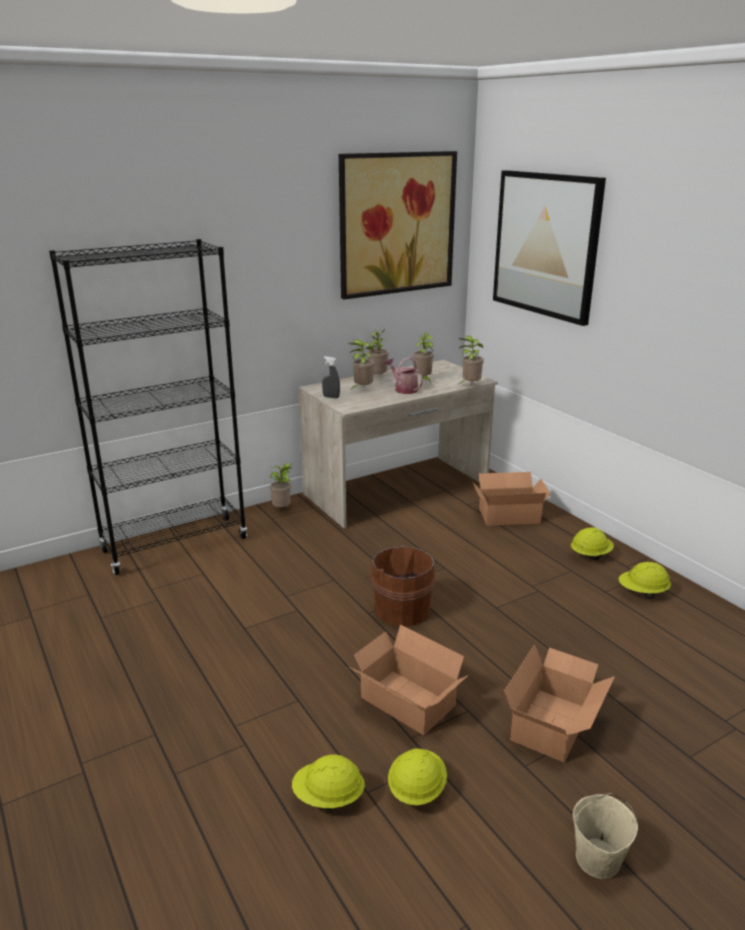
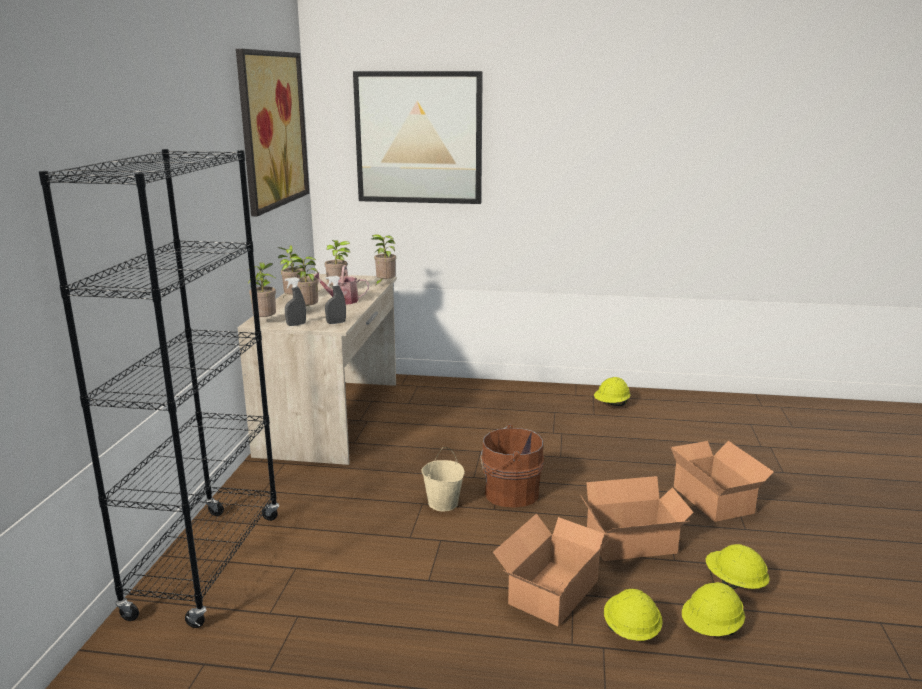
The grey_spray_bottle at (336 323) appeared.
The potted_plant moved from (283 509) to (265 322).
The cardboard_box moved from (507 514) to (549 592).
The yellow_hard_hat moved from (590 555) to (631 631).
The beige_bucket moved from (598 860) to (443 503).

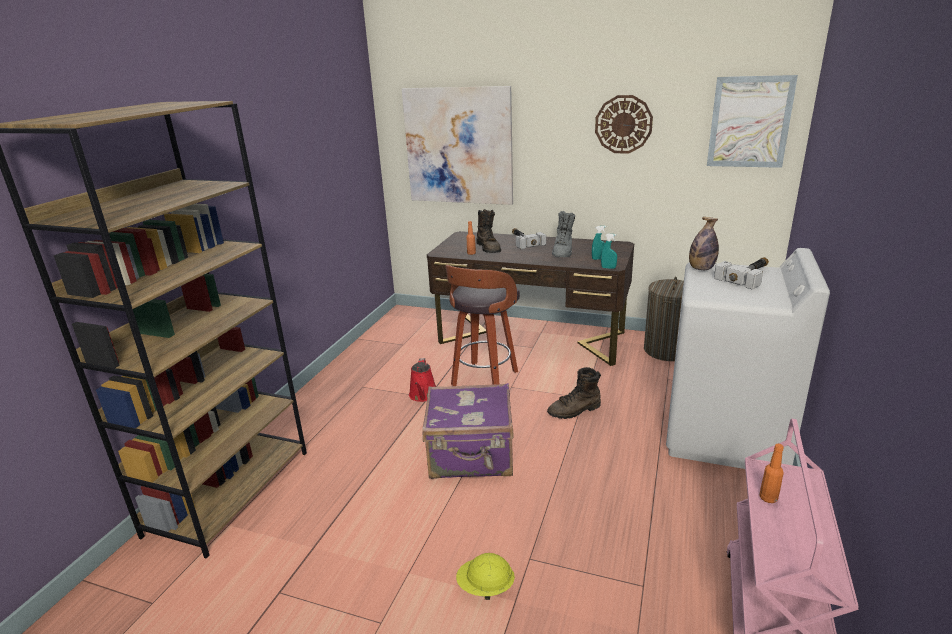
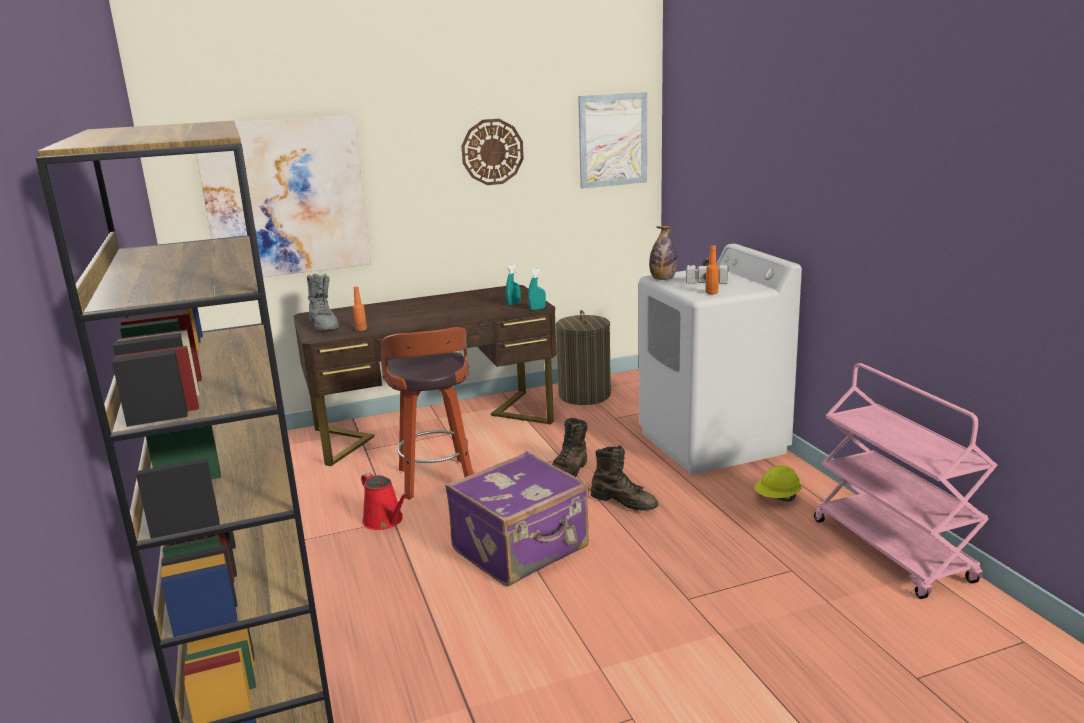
The hammer at (523 241) disappeared.
The yellow_hard_hat moved from (485 587) to (777 499).
The brown_boot moved from (489 248) to (624 502).
The grey_boot moved from (563 252) to (324 325).
The orange_bottle moved from (768 498) to (711 293).

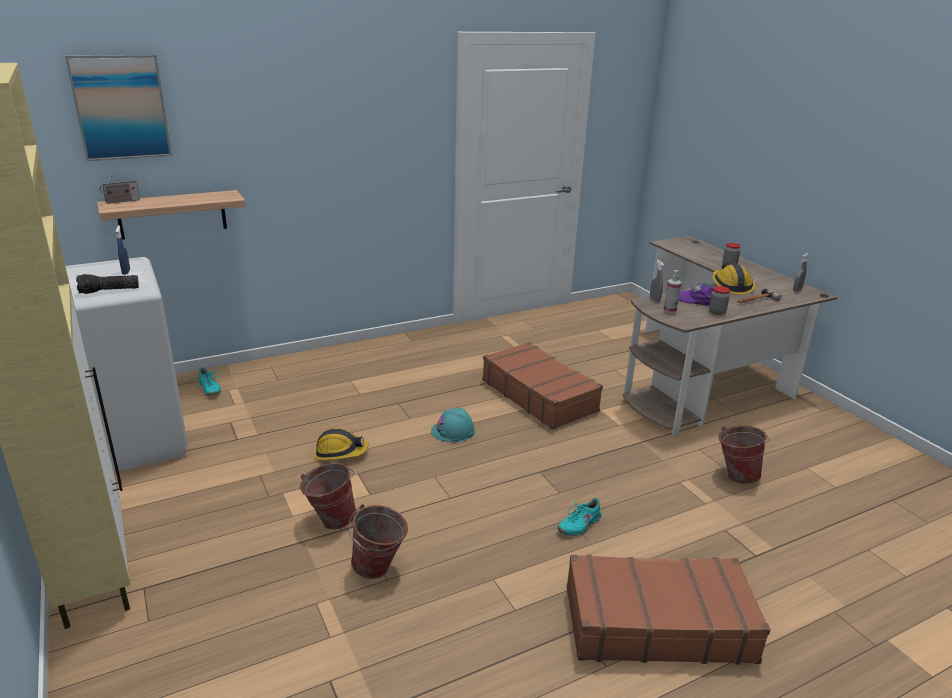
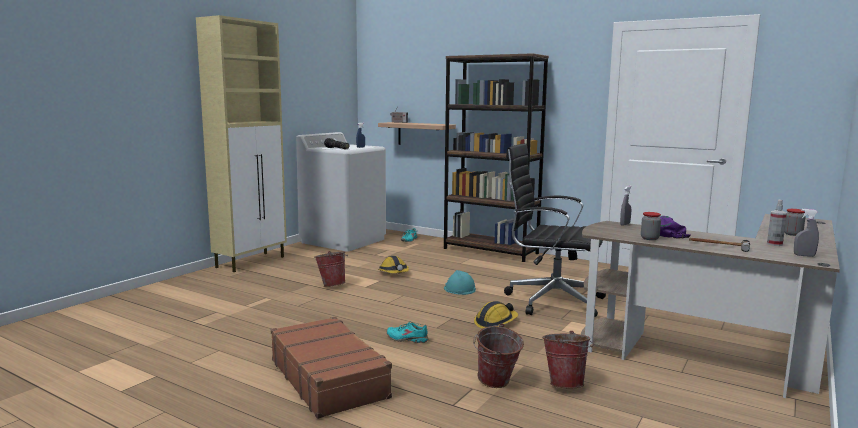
The picture at (120 107) disappeared.
The brown_bookcase at (490 251) appeared.
The bucket moved from (379 570) to (496 384).
The spray_bottle moved from (670 310) to (774 244).
The hard_hat moved from (731 286) to (495 322).
The brown_suitcase at (539 395) was replaced by the black_office_chair at (551 300).

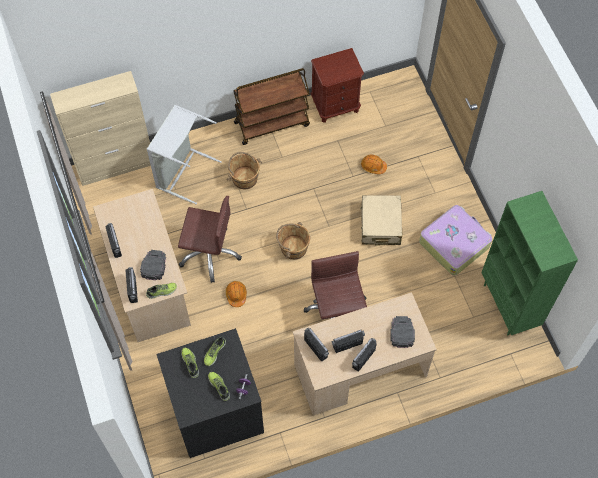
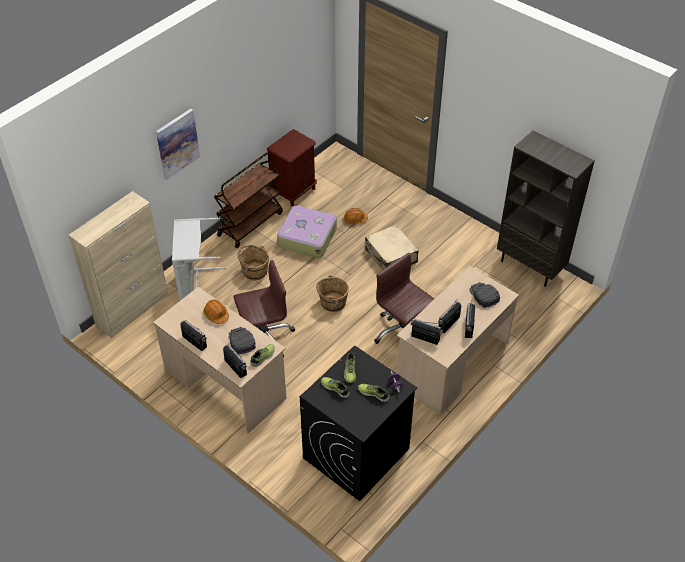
The picture at (177 143) appeared.
The orange_hard_hat moved from (236 295) to (216 314).
The suitcase moved from (454 243) to (307 237).
The green_bookcase at (509 305) became the brown_bookcase at (530 266).

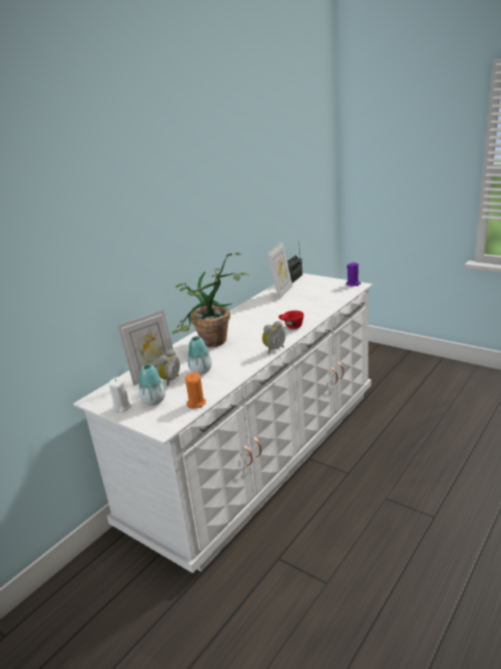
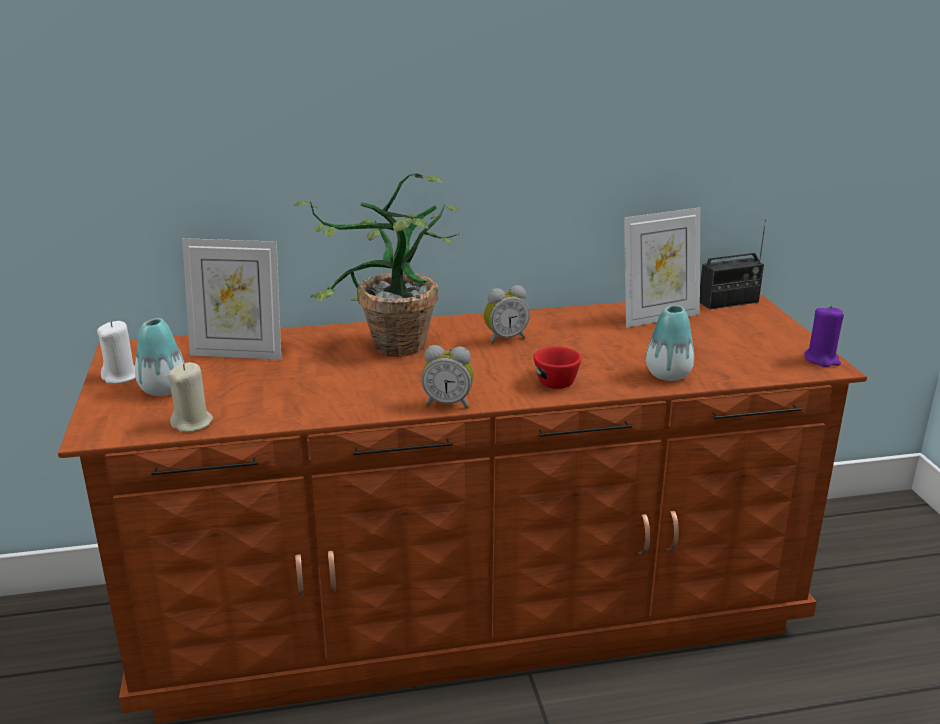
The alarm_clock moved from (169 380) to (505 338).
The vase moved from (201 371) to (668 375).
The white_dresser at (260 454) became the brown_dresser at (469 610).
The orange_candle at (196 403) became the beige_candle at (192 423).

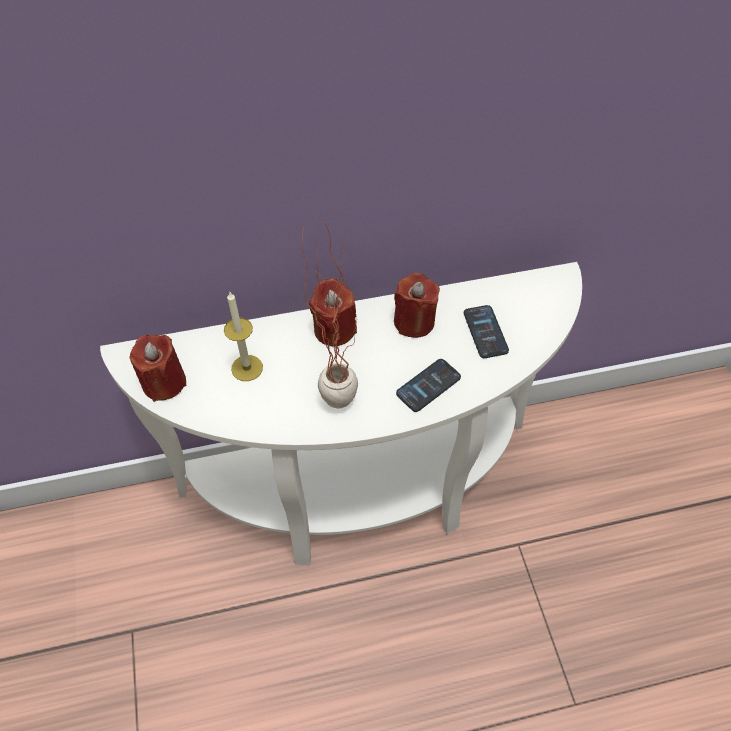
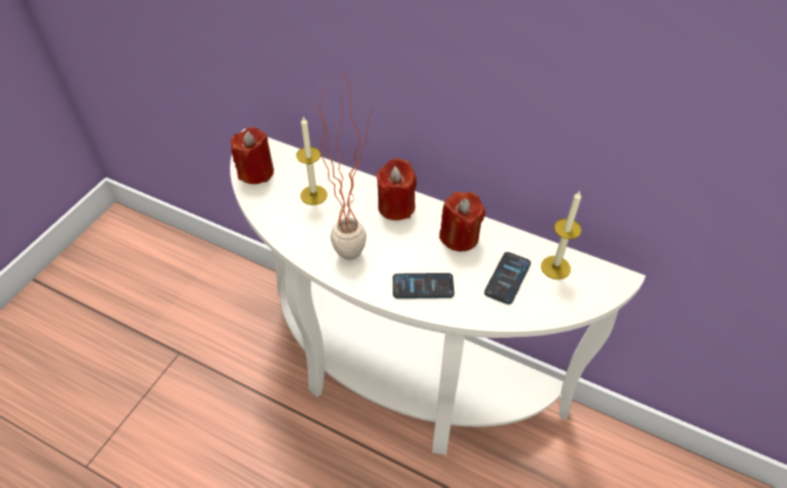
The candle at (555 267) appeared.

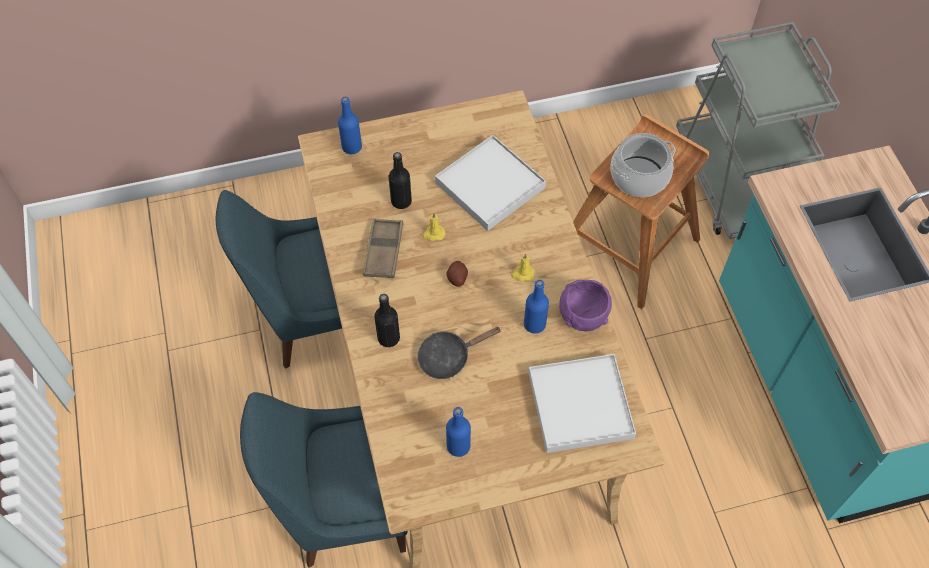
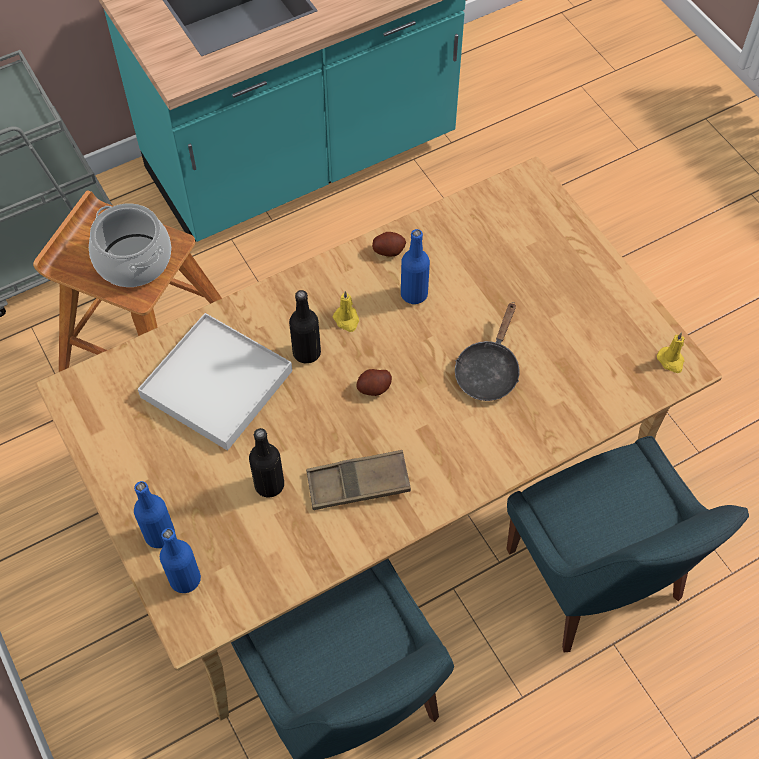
The white_tray at (580 405) disappeared.
The black_bottle moved from (388 338) to (306 353).
The yellow_candle moved from (433 234) to (671 361).
The blue_bottle moved from (458 446) to (160 535).
The purple_bowl at (582 317) was replaced by the potato at (388 250).
The black_frying_pan at (449 357) turned 60 degrees clockwise.

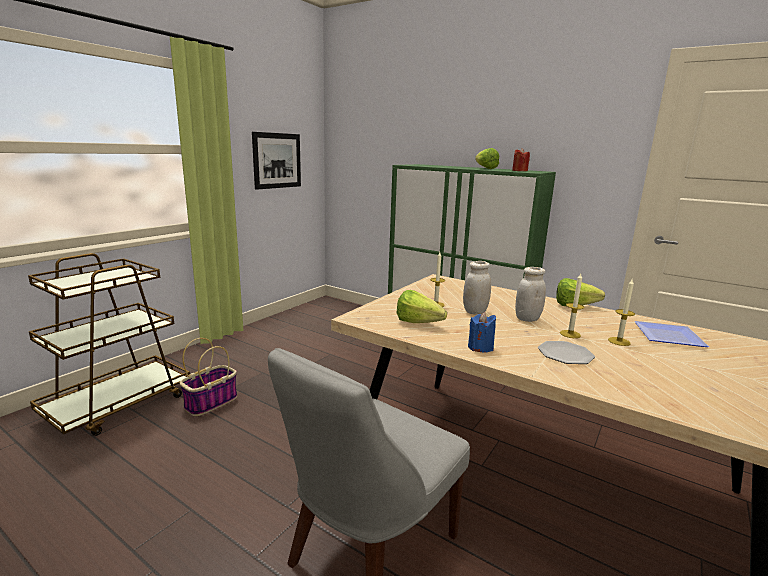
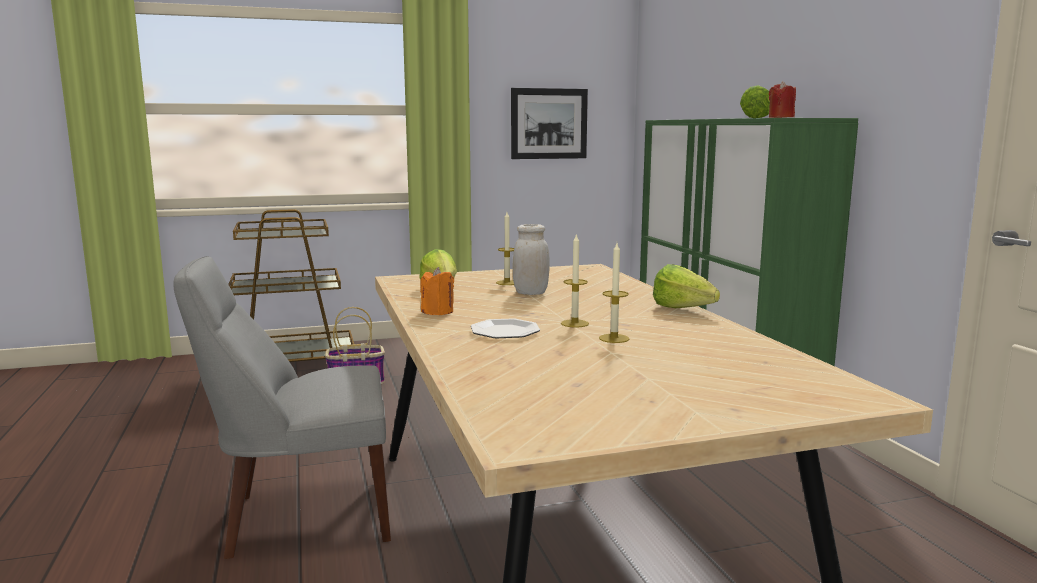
The white_jar at (527 318) disappeared.
The plate at (669 336) disappeared.
The blue_candle at (480 347) became the orange_candle at (438 312).

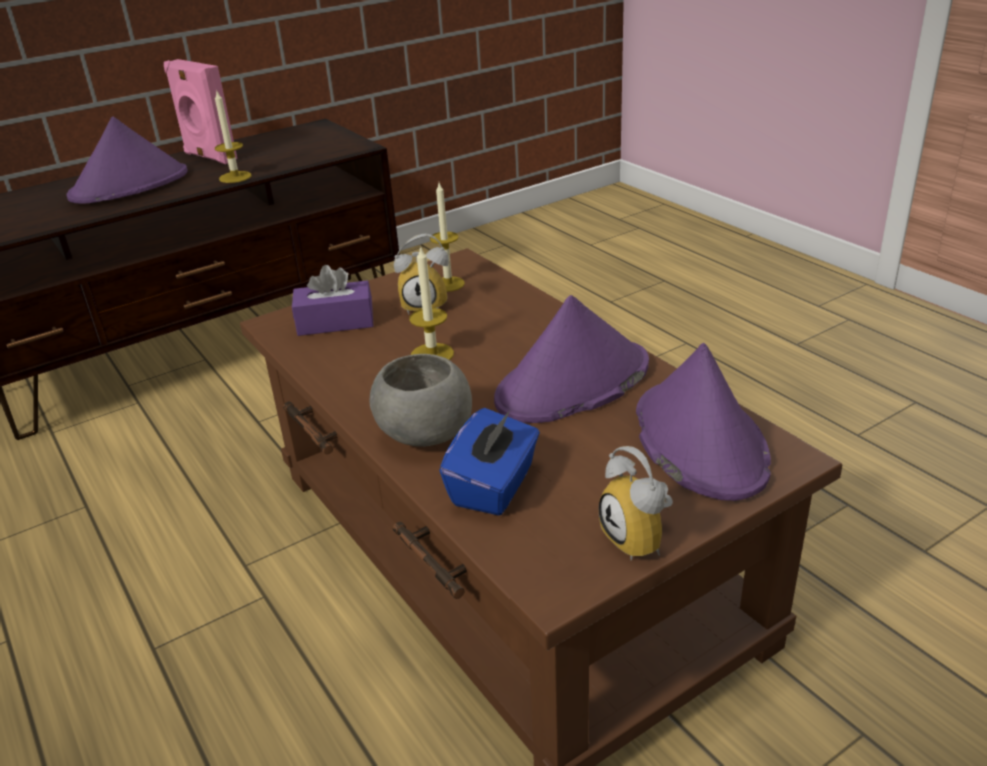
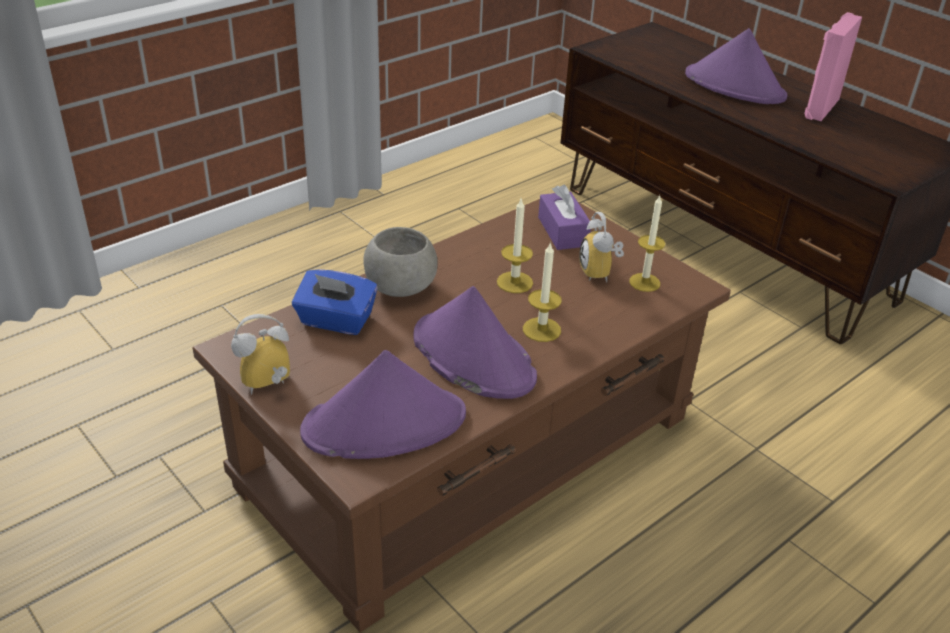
The candle moved from (235 177) to (541 329).

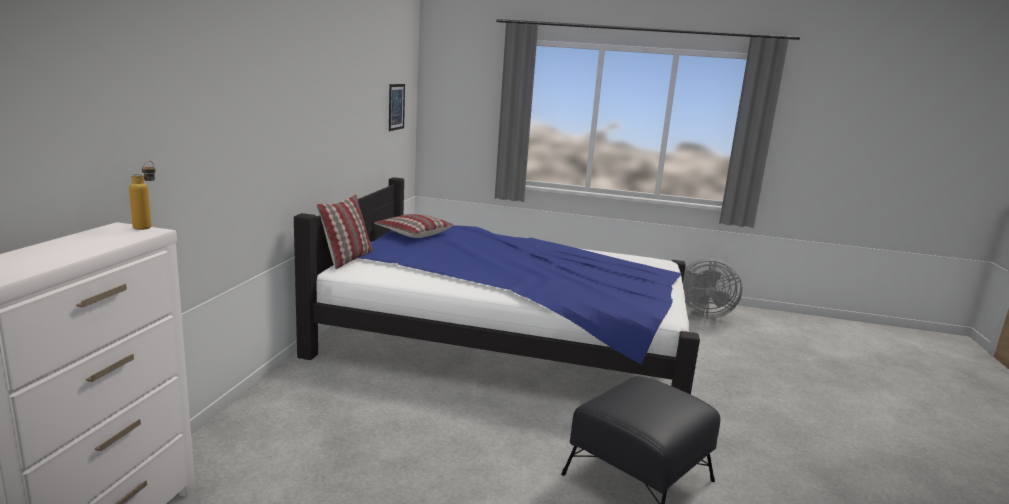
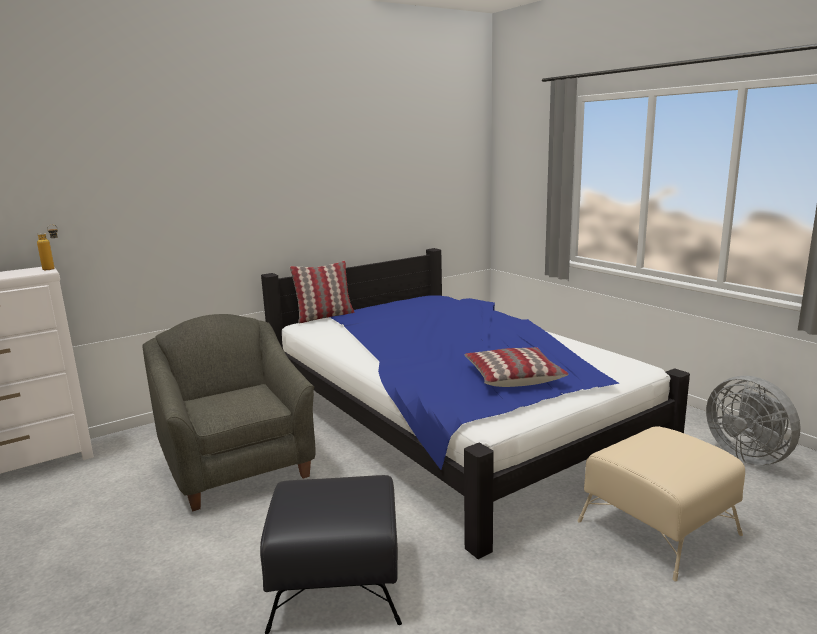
The picture at (396 107) disappeared.
The grey_armchair at (237 465) appeared.
The beige_ottoman at (659 527) appeared.
The pillow moved from (413 233) to (512 377).

